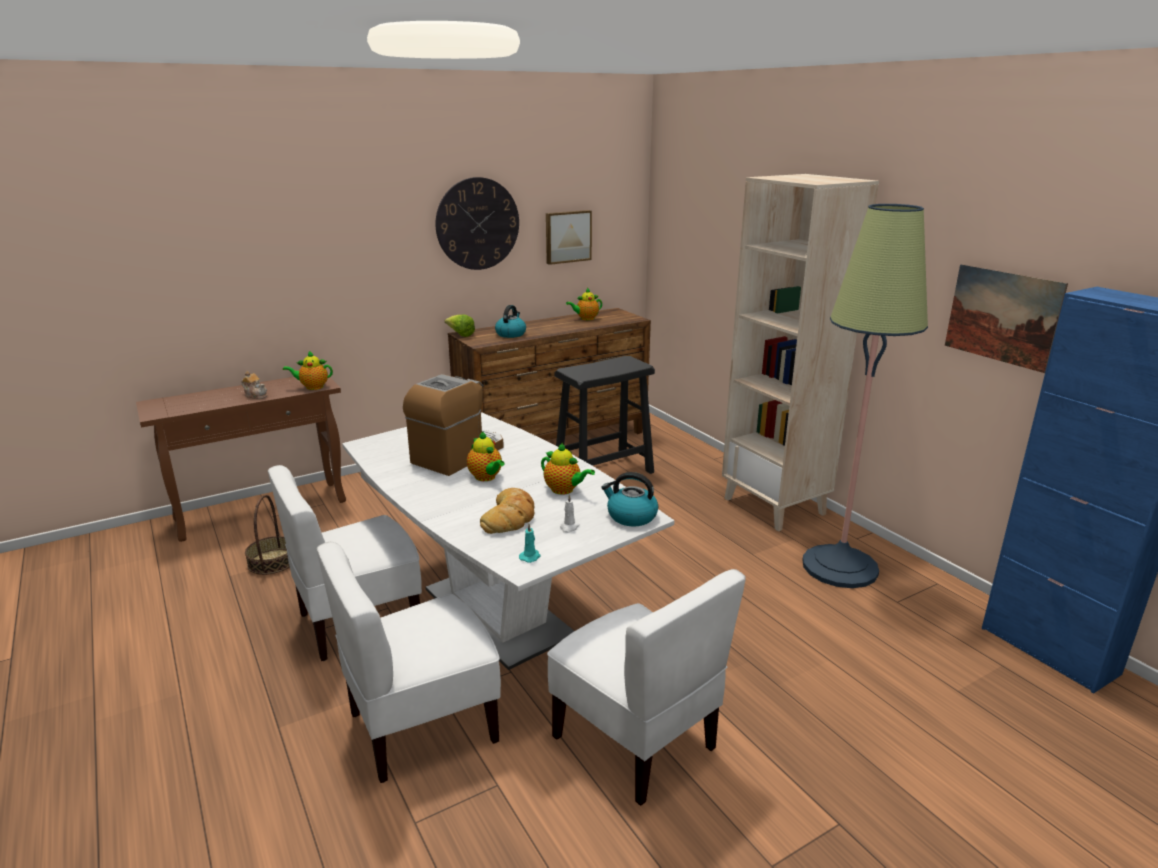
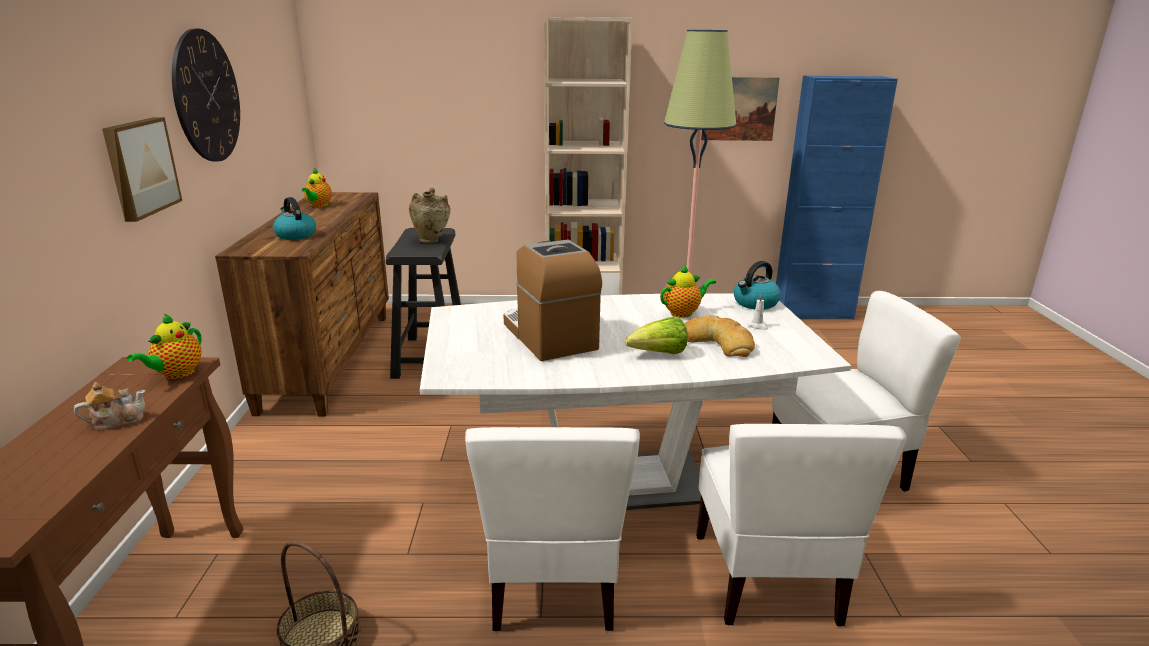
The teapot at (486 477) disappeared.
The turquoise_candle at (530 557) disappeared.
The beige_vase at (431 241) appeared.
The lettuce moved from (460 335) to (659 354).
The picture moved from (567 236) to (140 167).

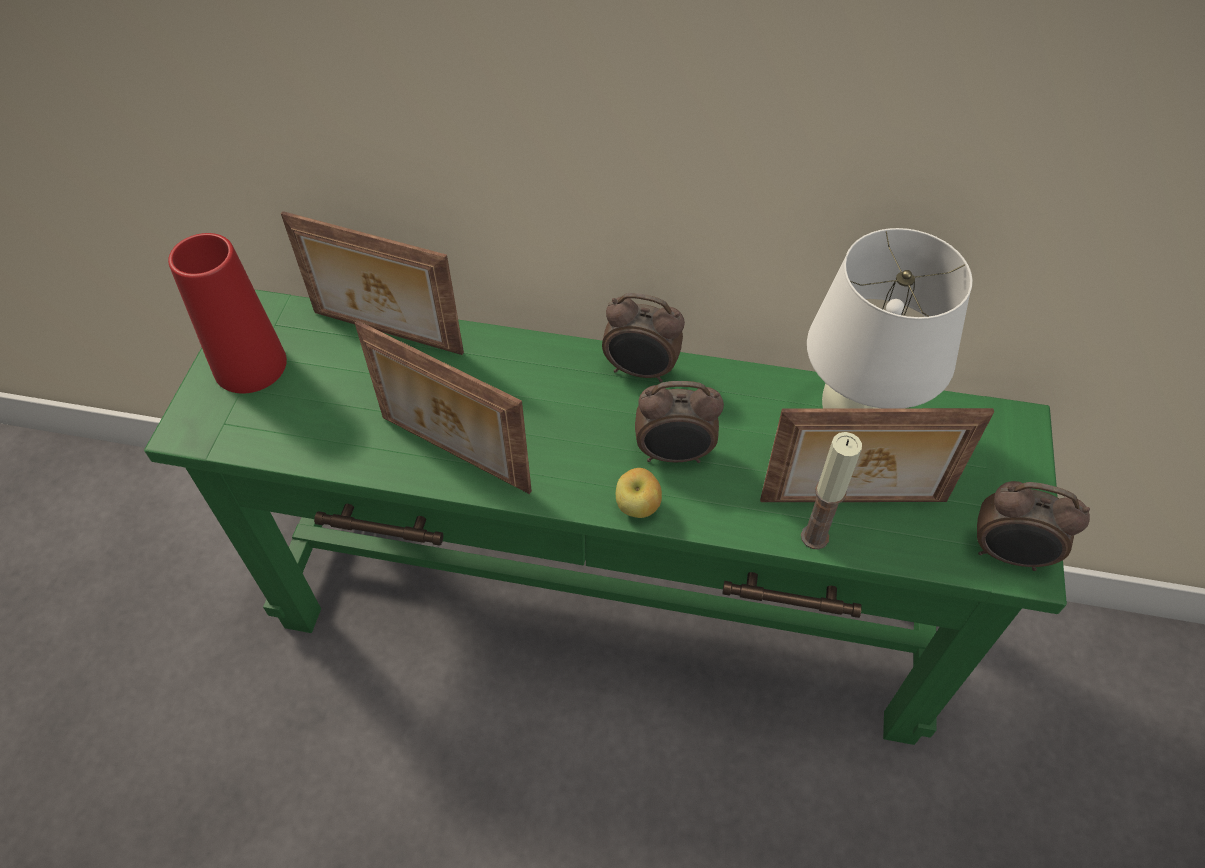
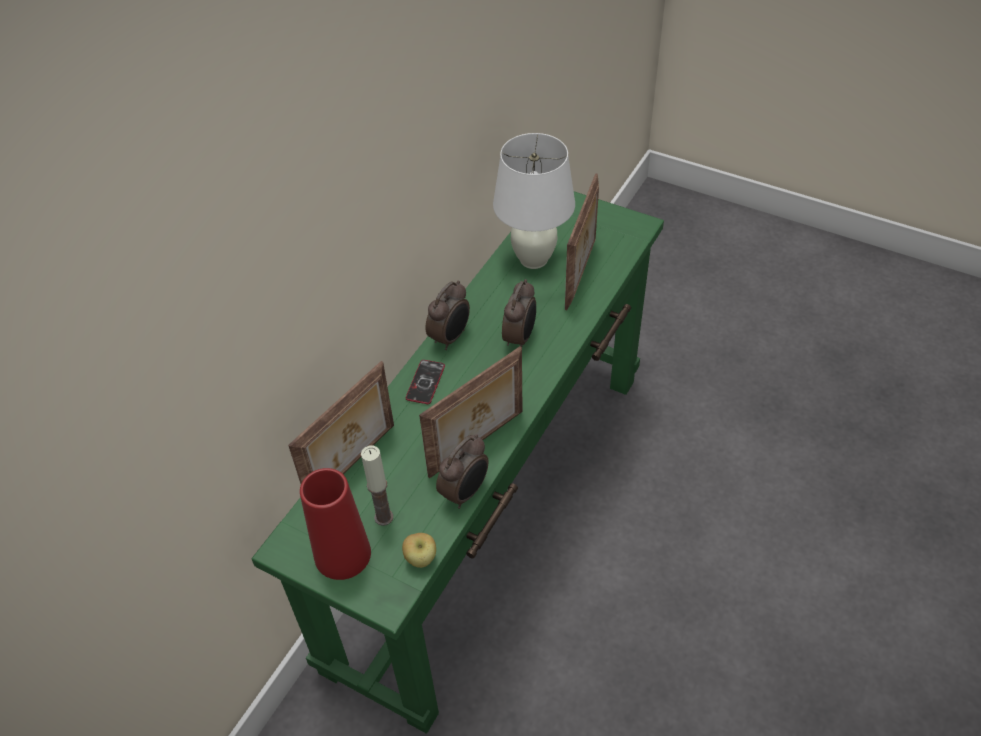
The phone at (425 382) appeared.
The apple moved from (638 507) to (421 559).
The candle moved from (814 537) to (383 517).
The alarm_clock moved from (1008 555) to (465 492).

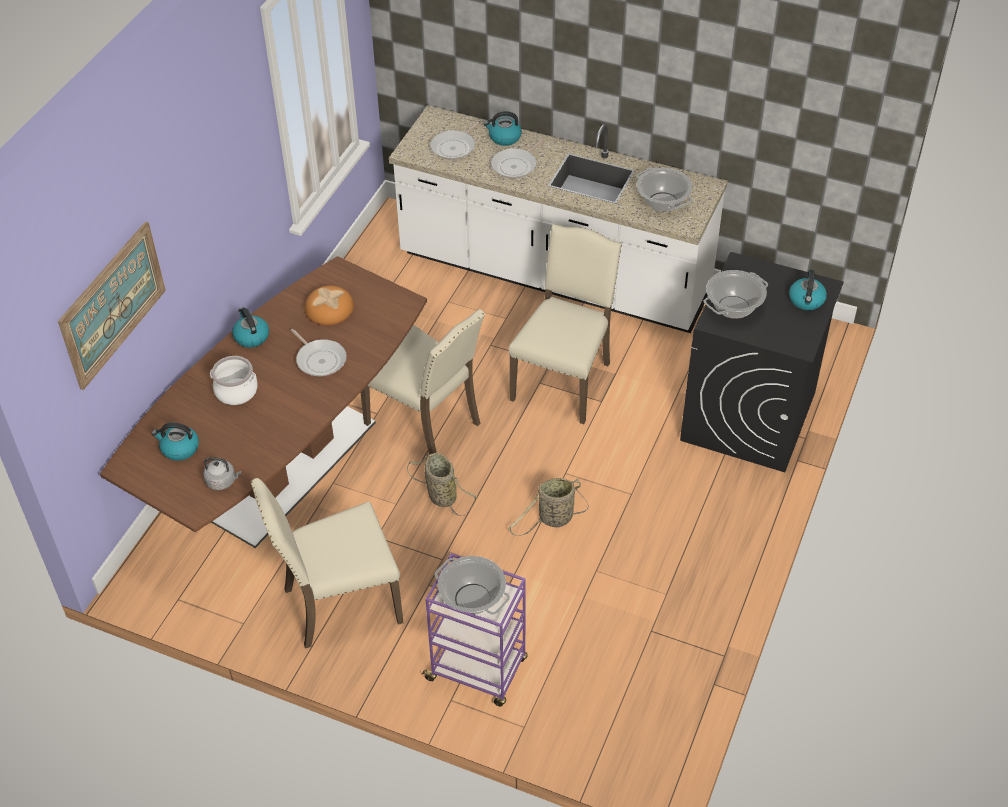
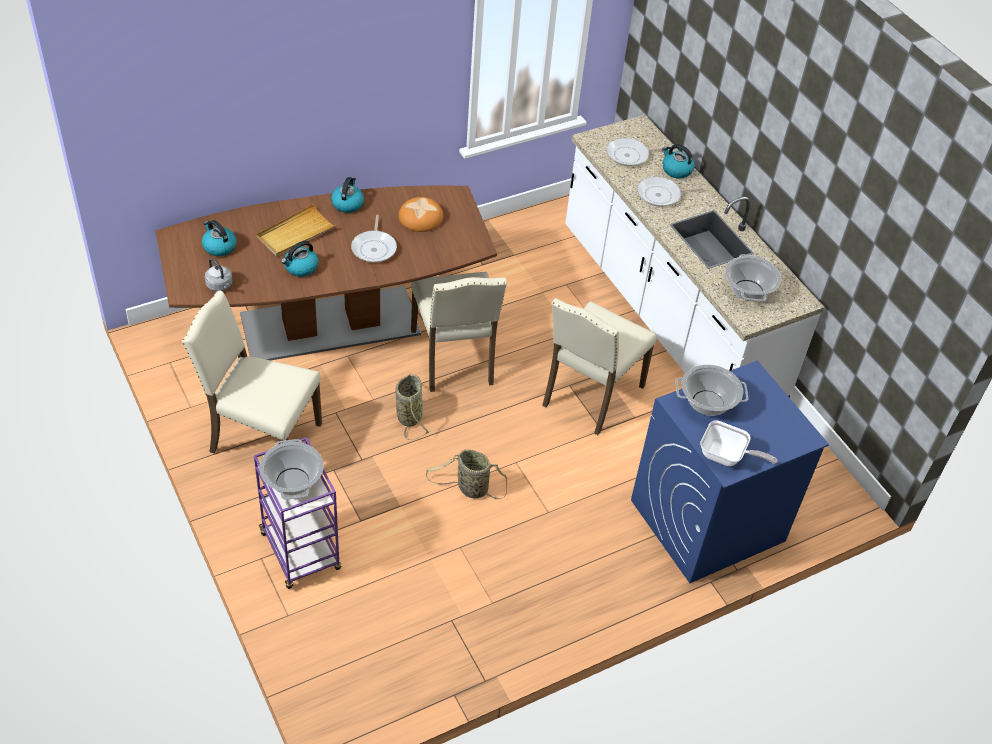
The picture at (112 304) disappeared.
The frying_pan at (726 457) appeared.
The kettle moved from (806 300) to (300 268).
The cooking_pot at (236 391) was replaced by the beige_tray at (296 233).
The black_washing_machine at (748 417) became the blue_washing_machine at (706 521).
The beige_chair at (564 380) turned 150 degrees clockwise.

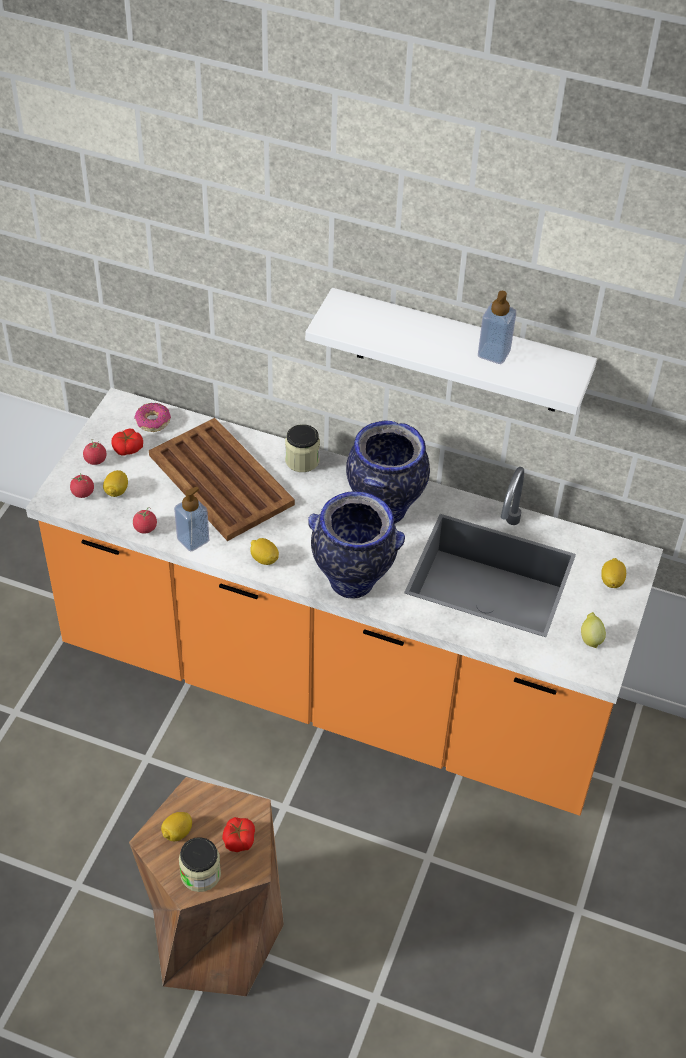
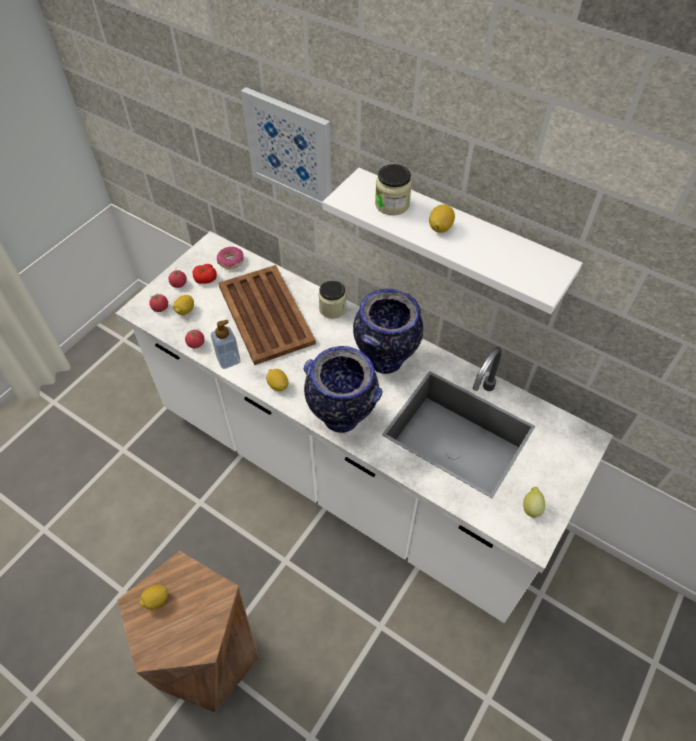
The tomato at (238 839) disappeared.
The soap_dispenser at (494 353) disappeared.
The picture at (290 148) appeared.
The jar moved from (200 874) to (392 204).
The lemon moved from (611 581) to (440 227).
The orange_counter at (336 686) became the white_counter at (348 473).

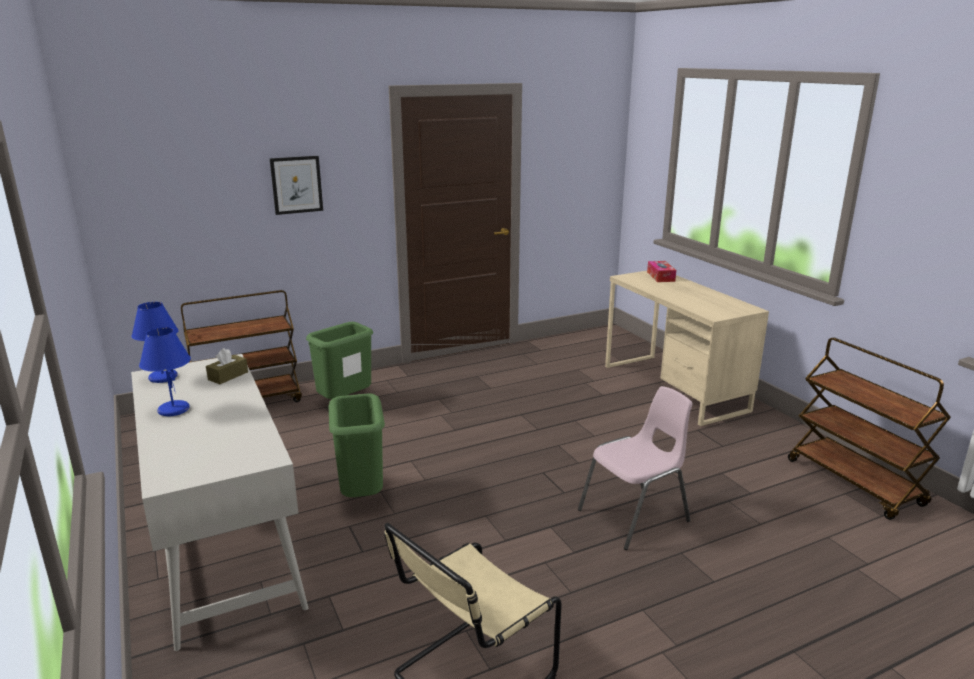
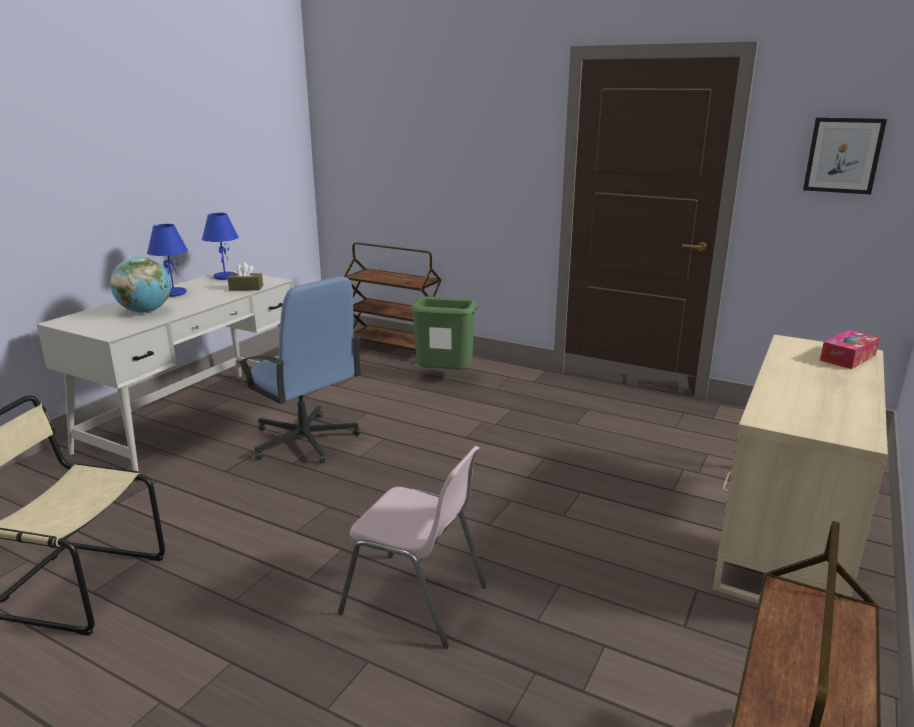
The globe at (145 311) appeared.
The picture moved from (296 185) to (843 155).
The green_trash_can at (363 496) was replaced by the blue_office_chair at (305 441).

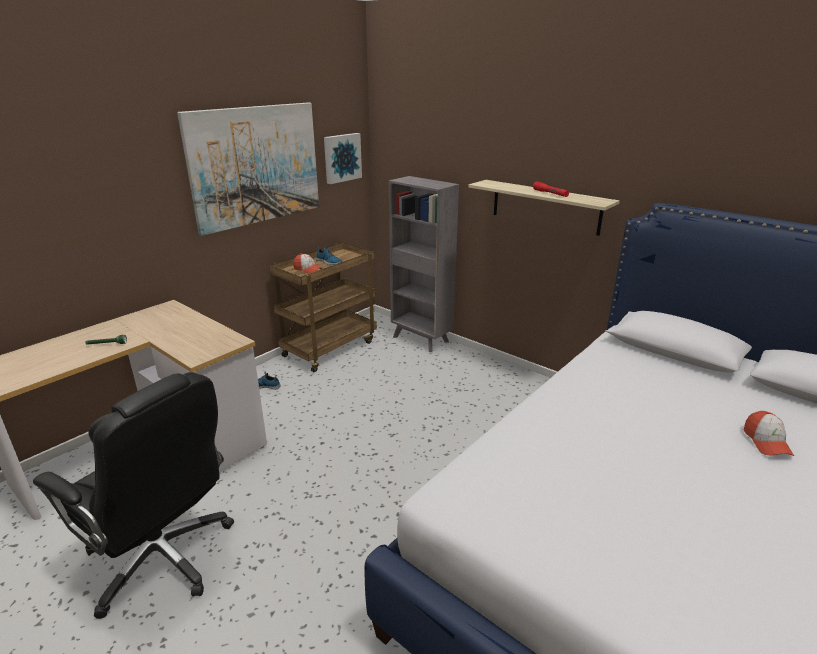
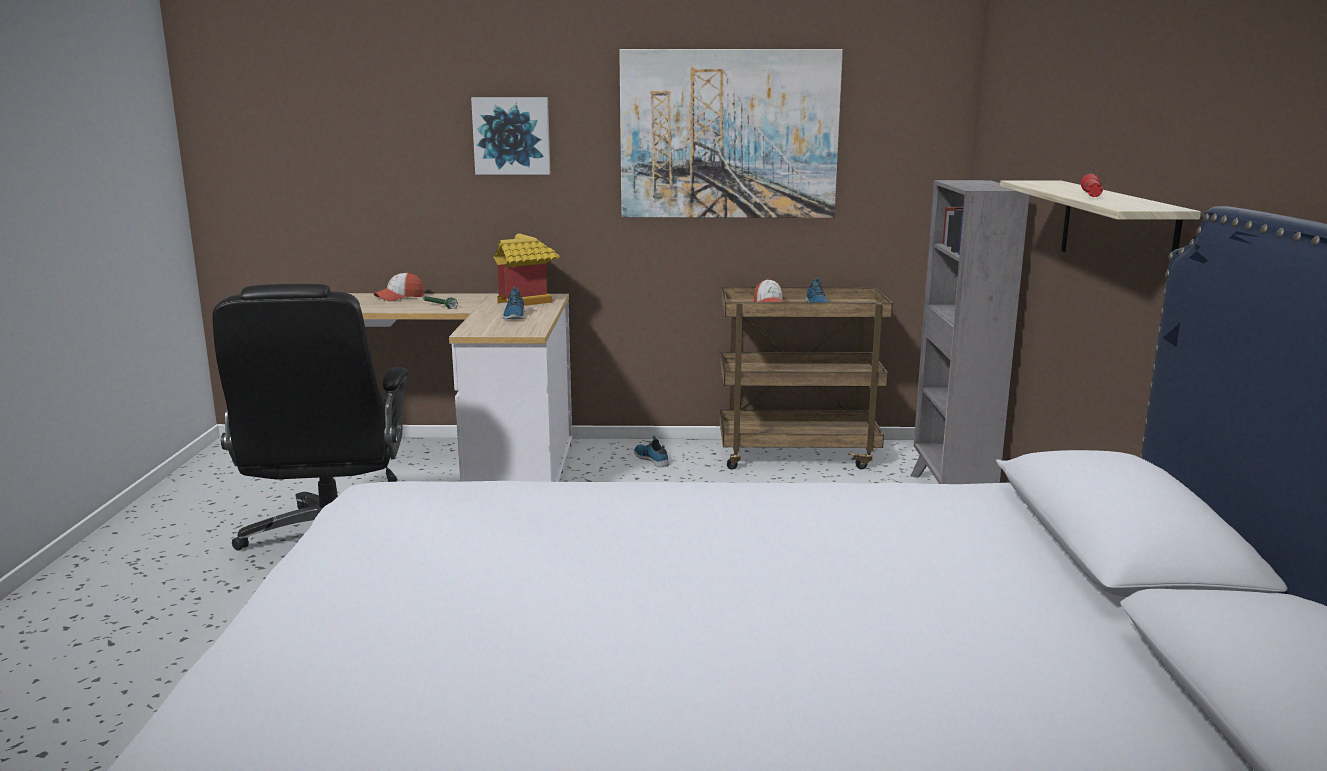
The toy_house at (527 301) appeared.
The shoe at (514 316) appeared.
The picture moved from (341 158) to (512 136).
The cap moved from (766 442) to (399 297).

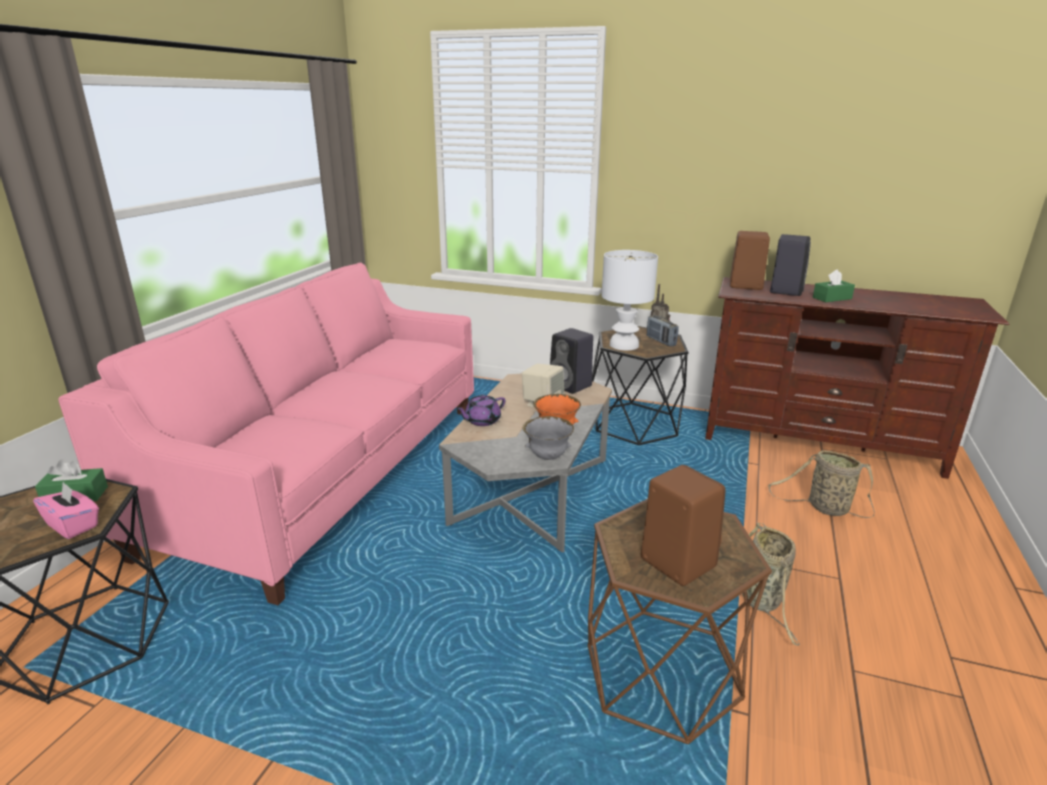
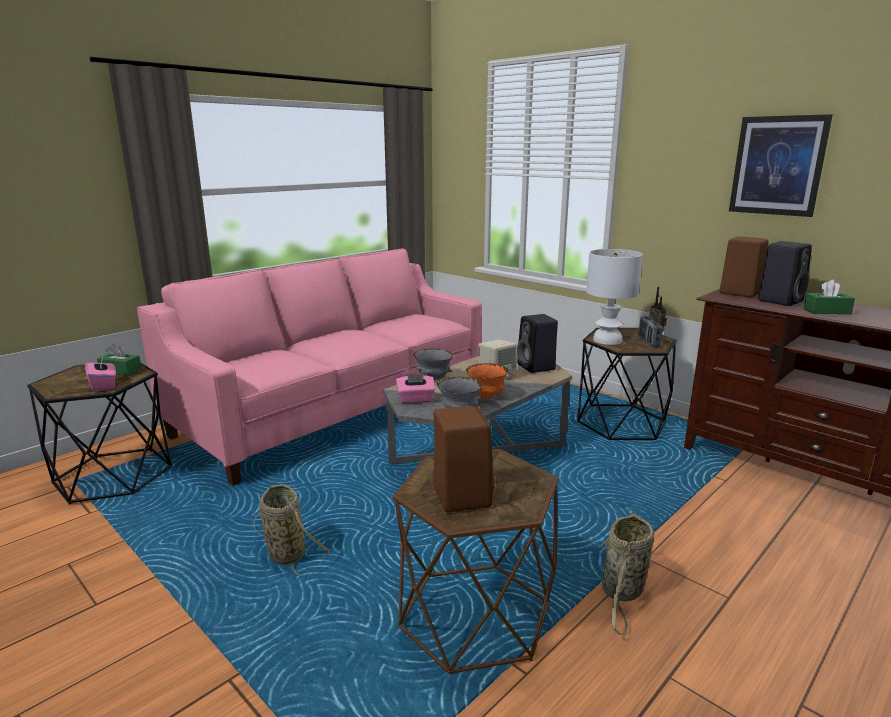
The pink_tissue_box at (415 400) appeared.
The picture at (777 166) appeared.
The basket moved from (824 508) to (285 553).
The purple_teapot at (482 421) was replaced by the grey_bowl at (433 379).

